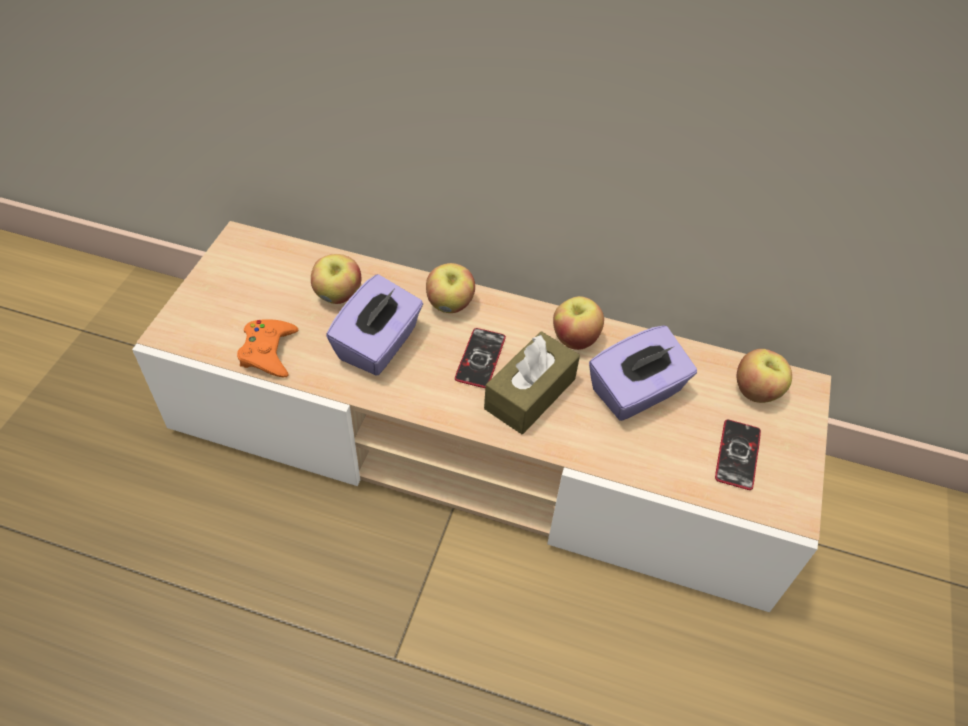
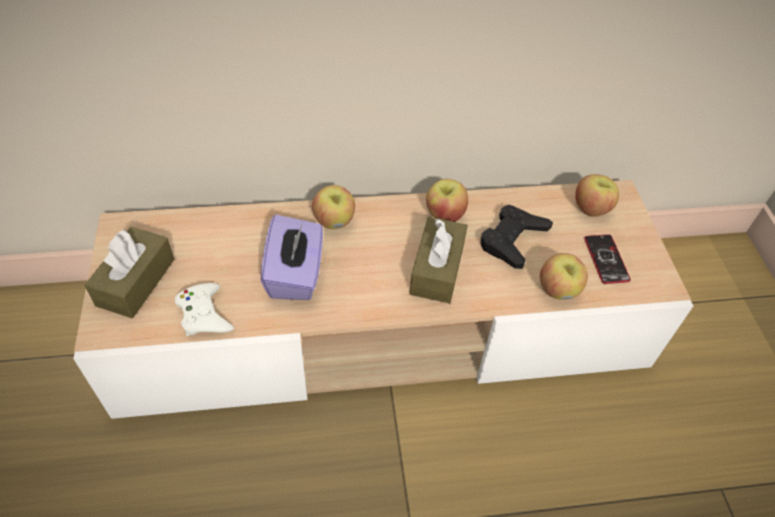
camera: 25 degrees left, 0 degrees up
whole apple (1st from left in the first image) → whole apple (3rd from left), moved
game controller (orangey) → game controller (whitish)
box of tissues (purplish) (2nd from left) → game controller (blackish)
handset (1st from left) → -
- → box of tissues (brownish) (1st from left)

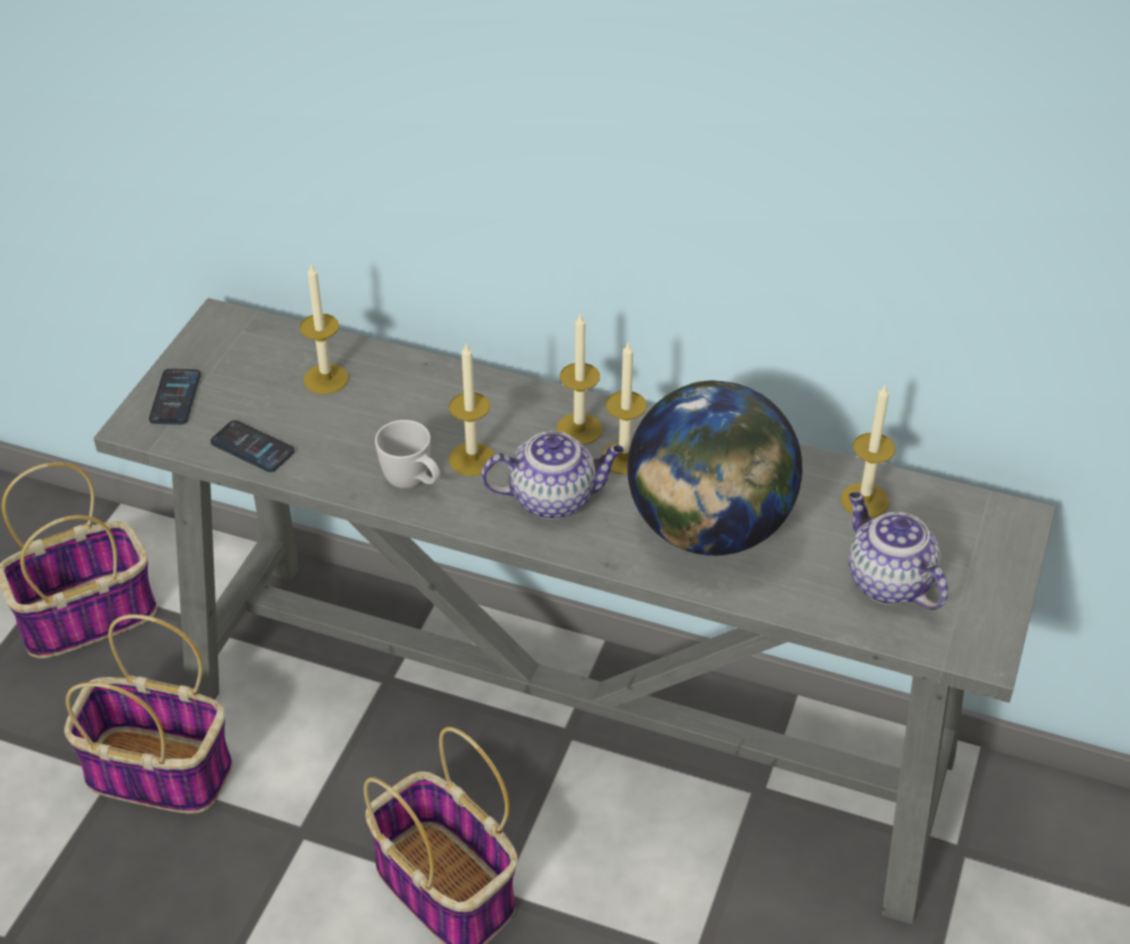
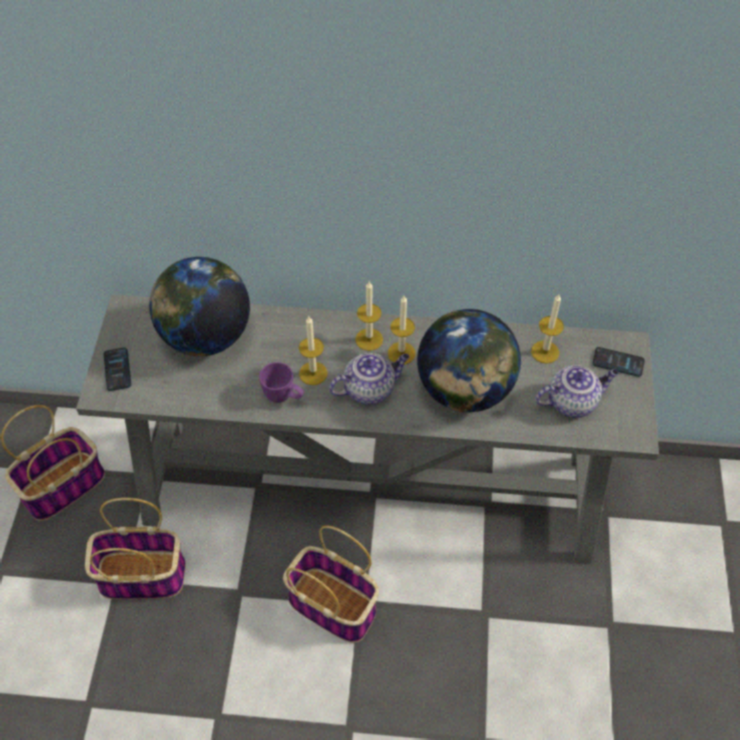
camera: 15 degrees left, 10 degrees up
candle (1st from left) → globe (1st from left)
handset (2nd from left), moved
coffee mug (whitish) → coffee mug (purplish)
teapot (2nd from left), 120 degrees clockwise

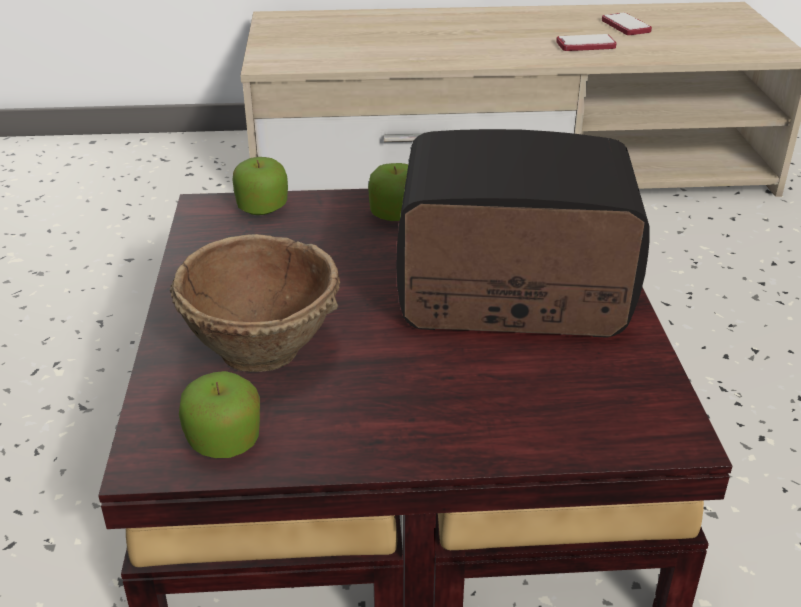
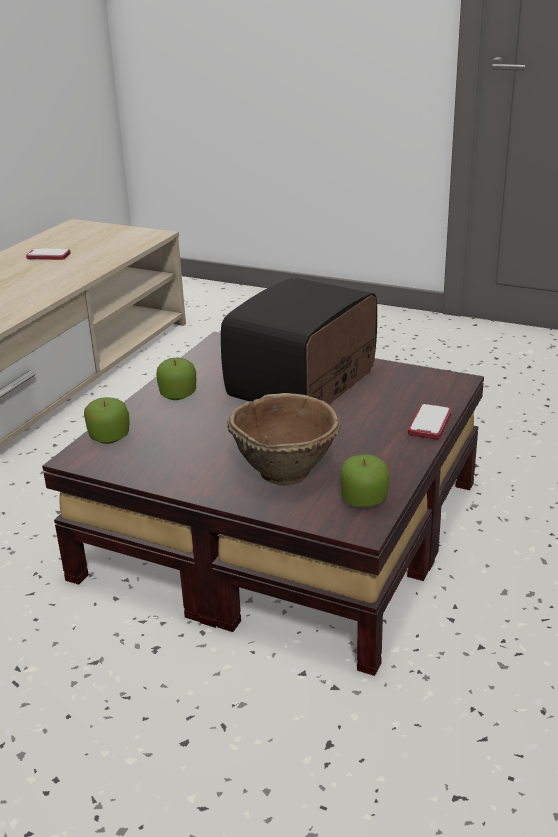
camera: 60 degrees left, 5 degrees down
handset (1st from left in the first image) → handset (2nd from left), moved

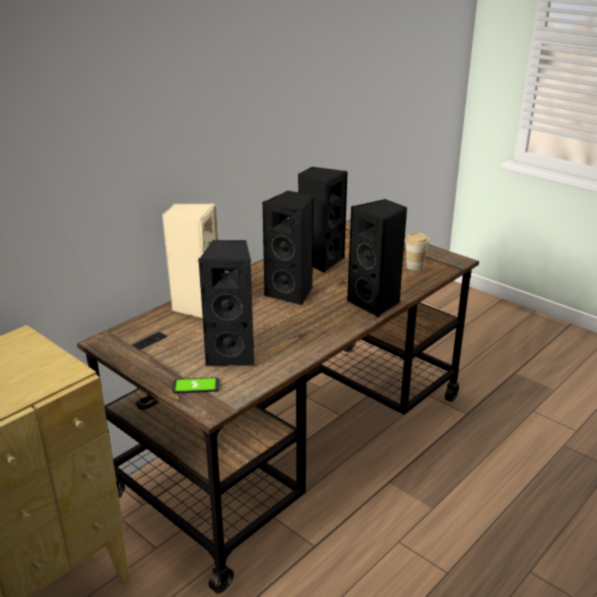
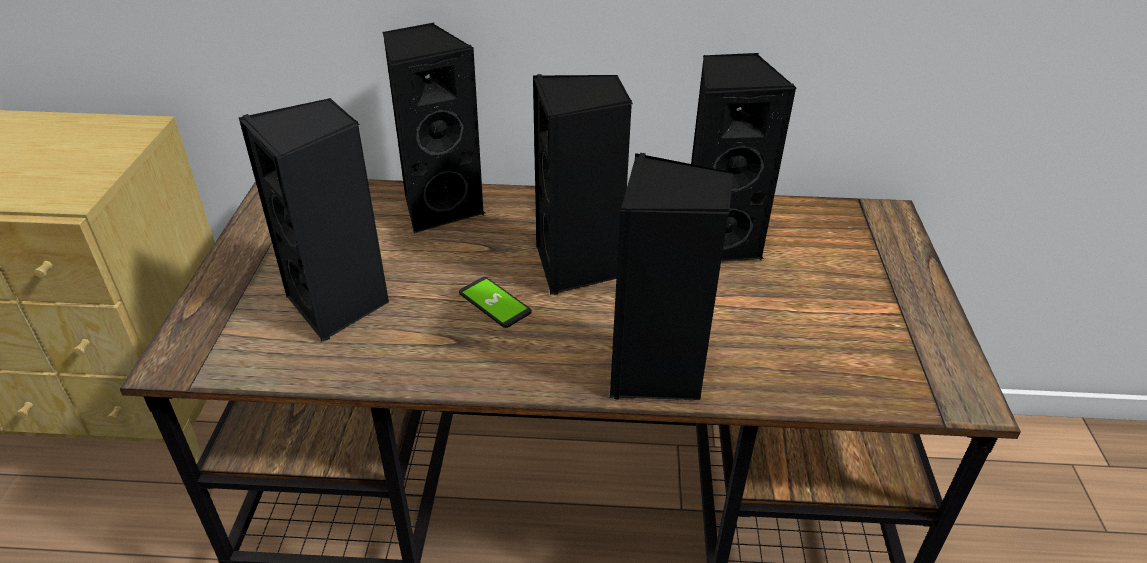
camera: 50 degrees right, 10 degrees up
audio speaker (beige-coloured) → audio speaker (blackish) (2nd from left)
drinking cup → -
handset, moved

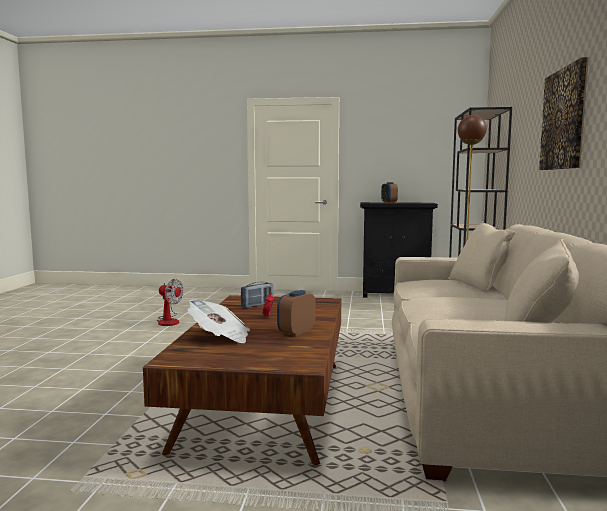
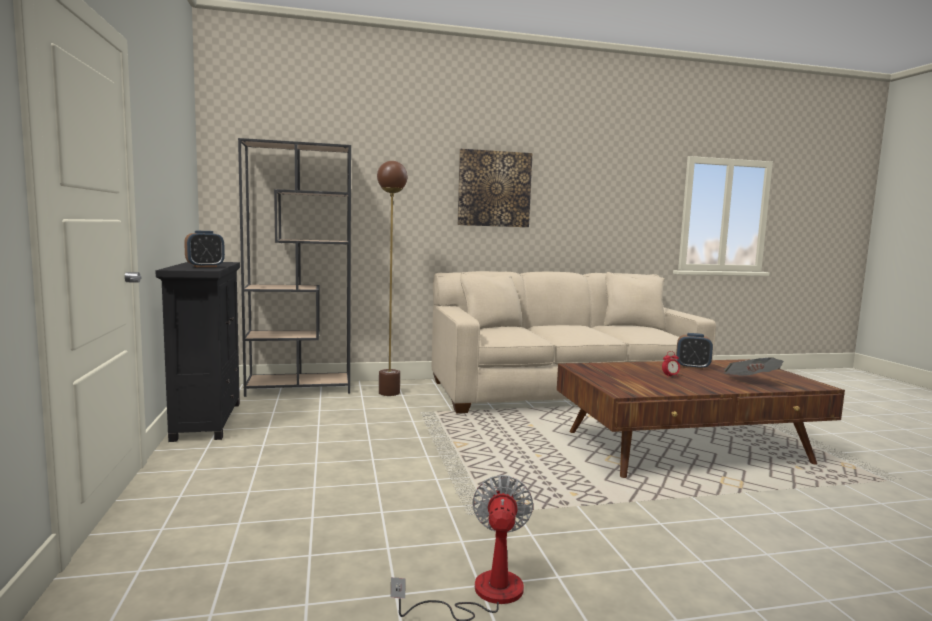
camera: 110 degrees left, 0 degrees up
radio receiver → -

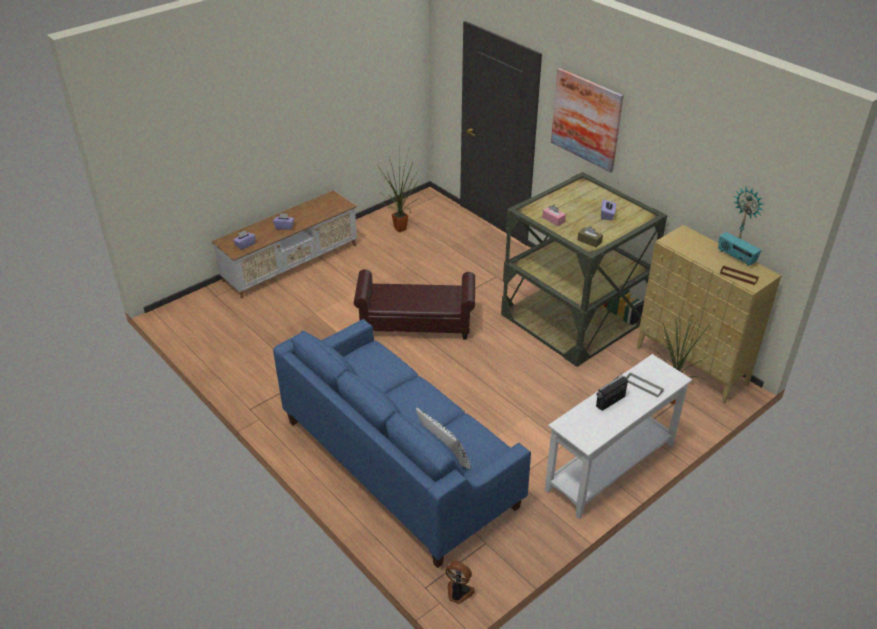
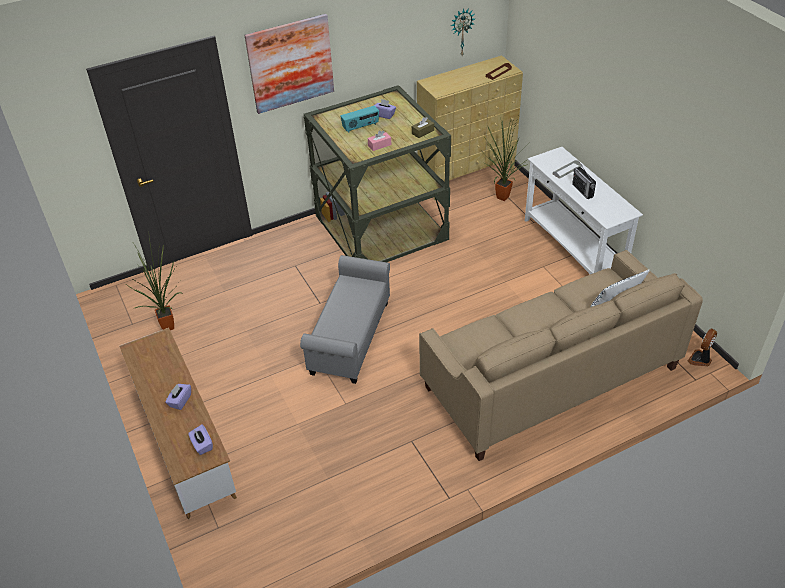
camera: 75 degrees left, 5 degrees up
radio receiver (2nd from left in the first image) → radio receiver (1st from left), moved
pouffe (brownish) → pouffe (grey)
sofa (bluish) → sofa (beige-coloured)

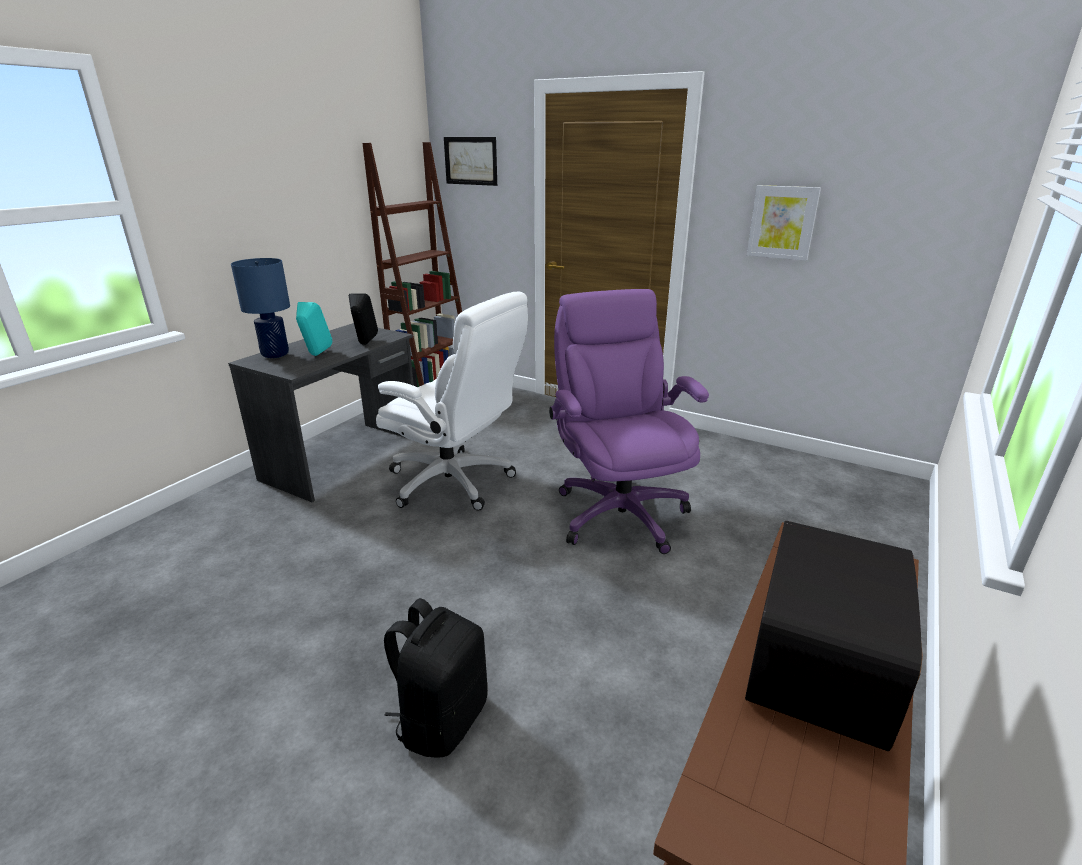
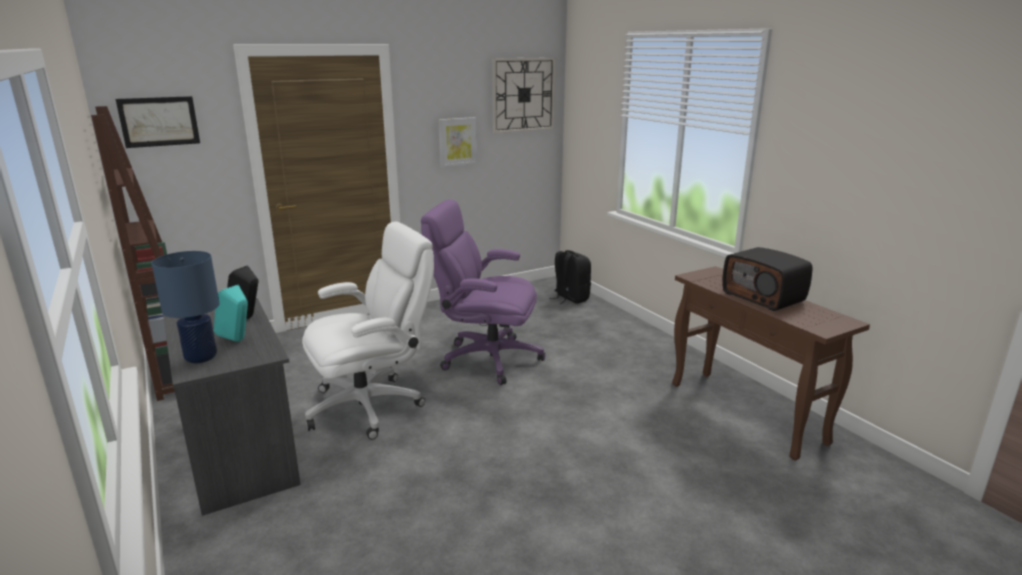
camera: 60 degrees left, 5 degrees down
backpack (blackish), moved
- → hanging clock

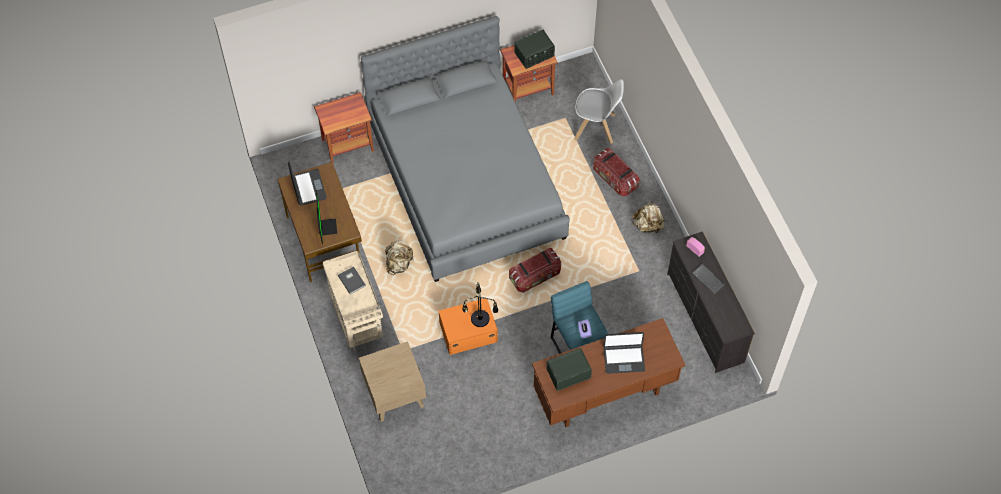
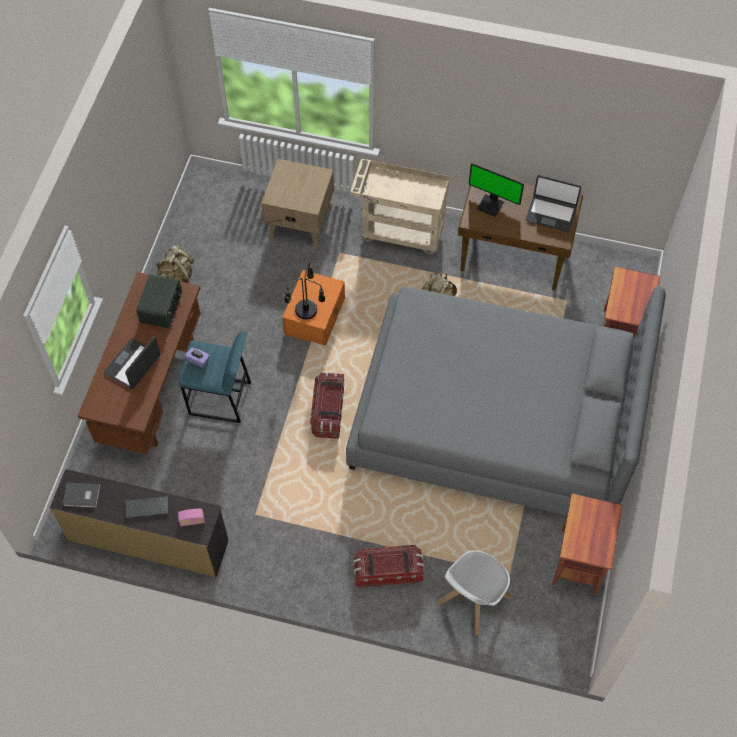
camera: 125 degrees right, 0 degrees up
radio receiver (1st from left) → -
backpack (beige-coloured) (2nd from left in the first image) → backpack (beige-coloured) (1st from left), moved
volume (grey), moved

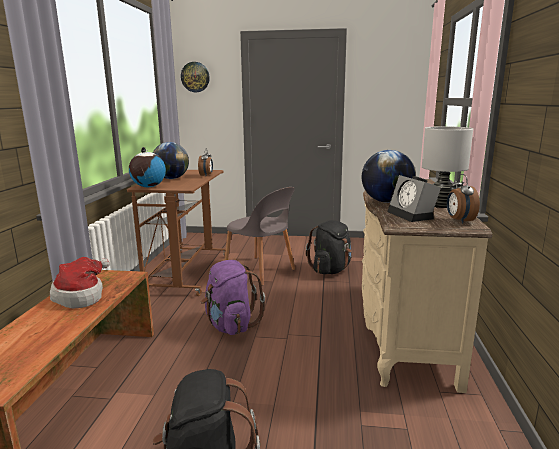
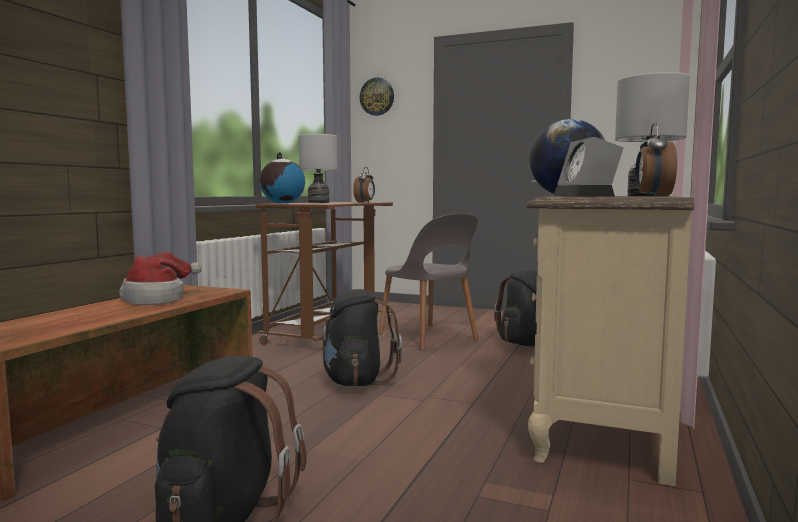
camera: 15 degrees right, 10 degrees down
globe (2nd from left) → lamp for a table (grey) (1st from left)
backpack (purplish) → backpack (blackish) (2nd from left)

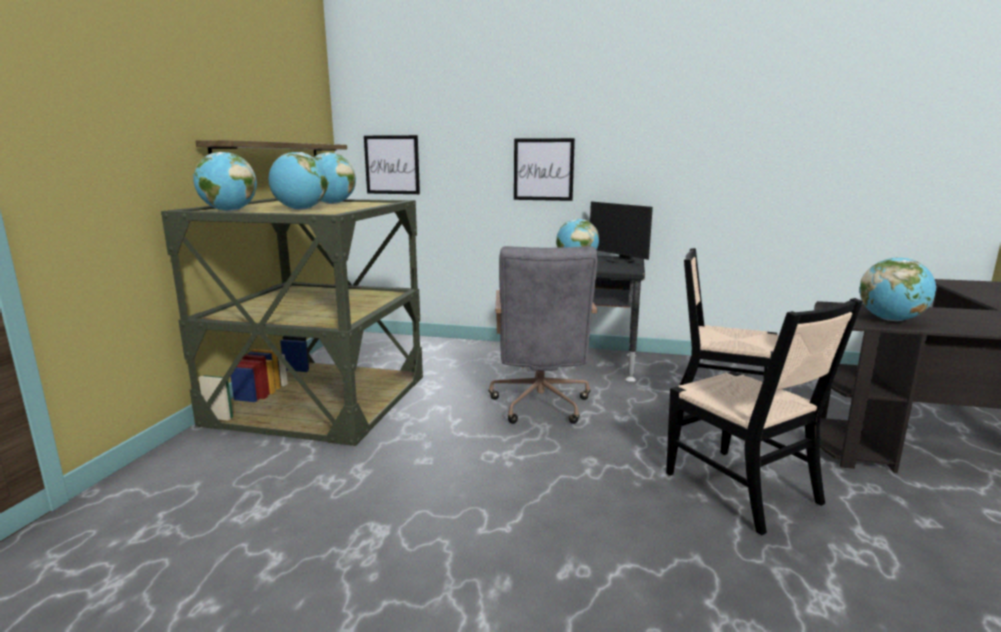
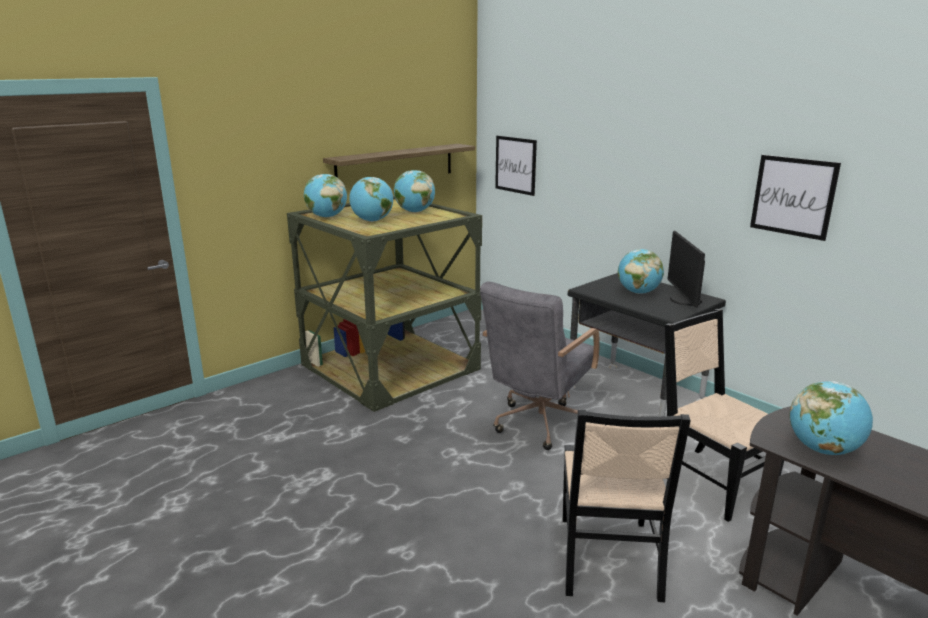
camera: 35 degrees right, 5 degrees up
wall art (2nd from left), moved

